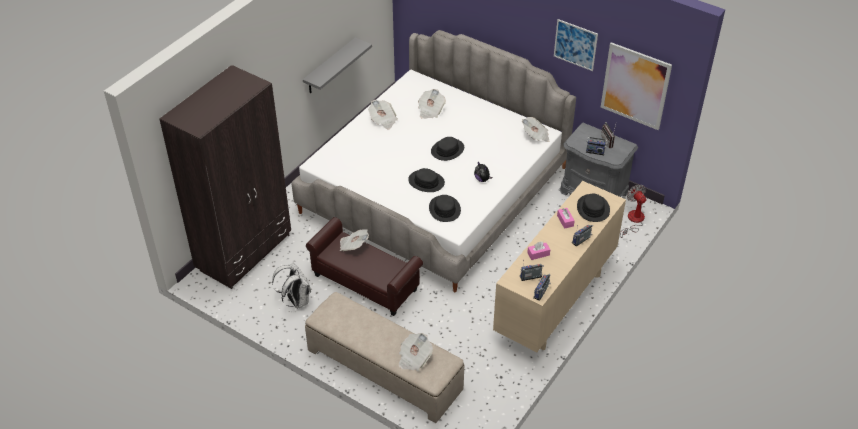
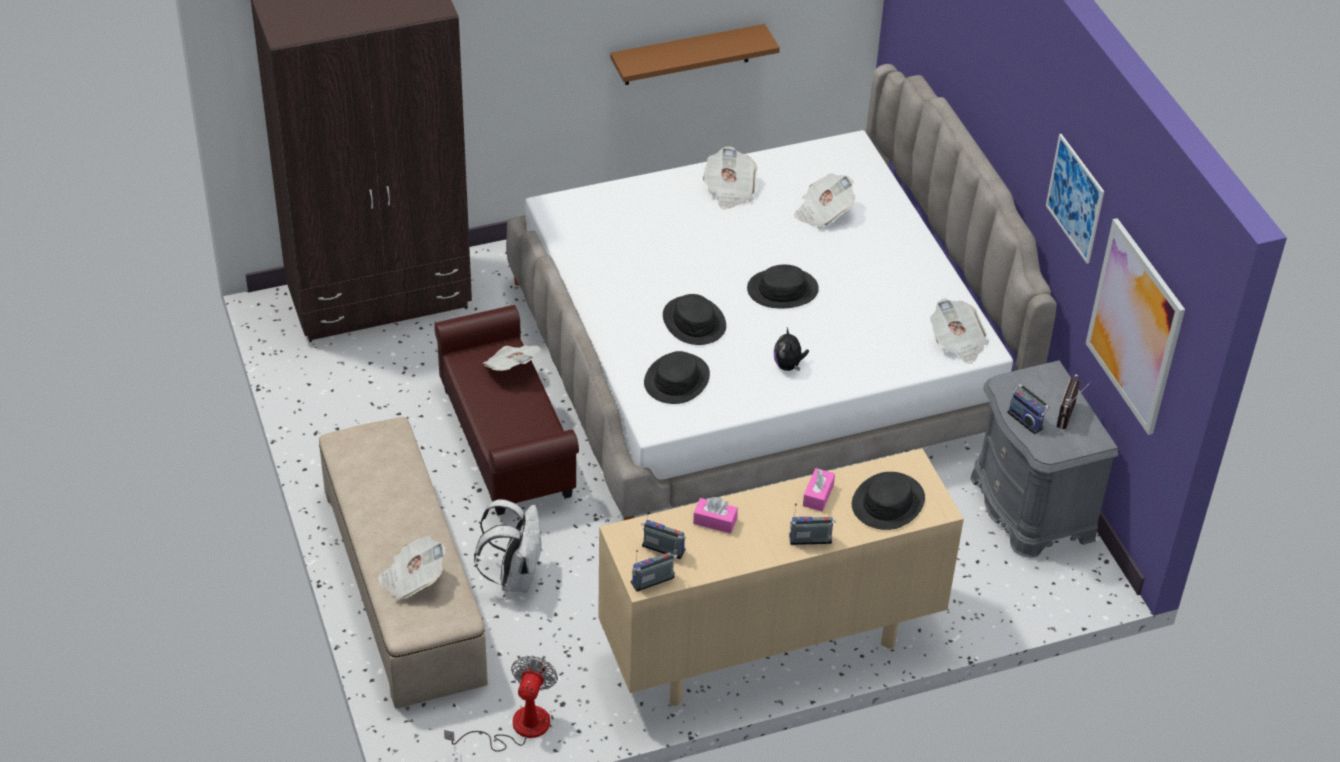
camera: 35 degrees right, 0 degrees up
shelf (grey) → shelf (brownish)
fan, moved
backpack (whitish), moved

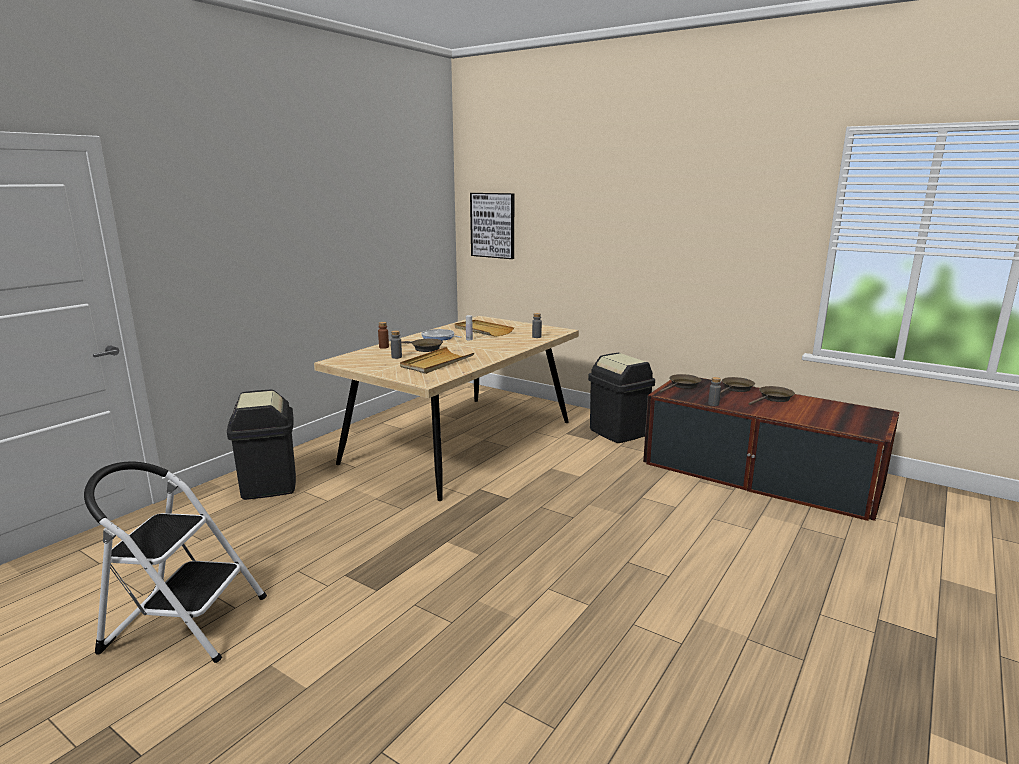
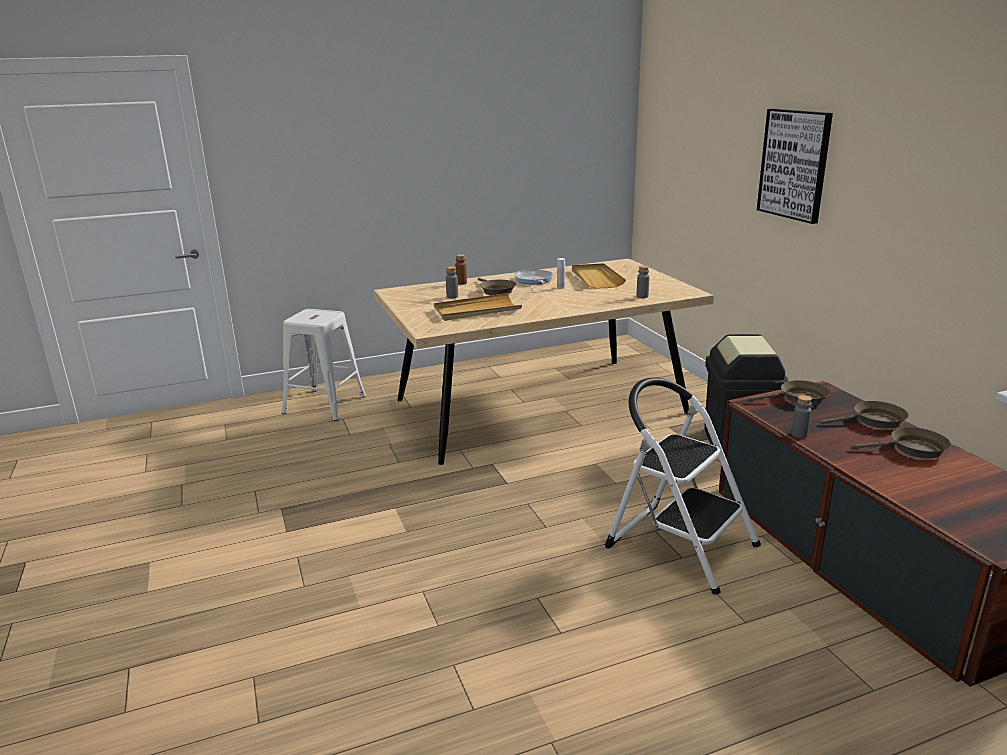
camera: 35 degrees right, 5 degrees up
wall art, moved
trash can (blackish) (1st from left) → stool seat (whitish)
step ladder, moved

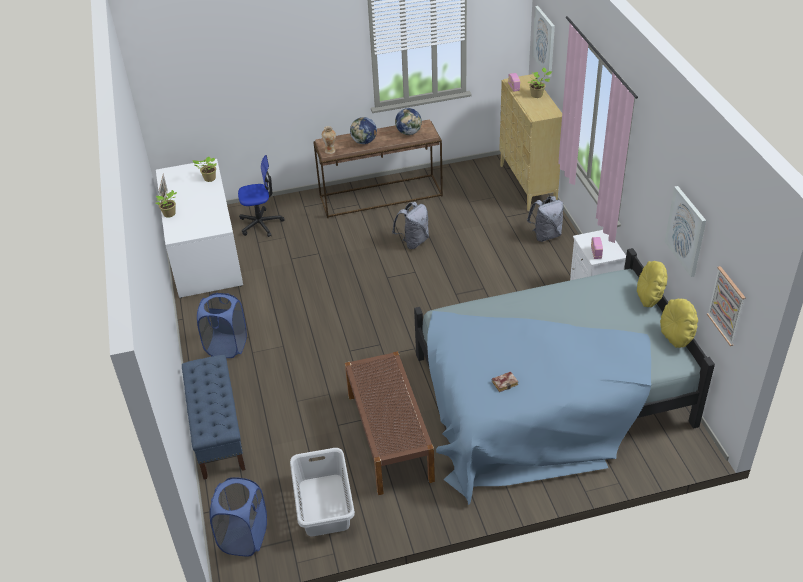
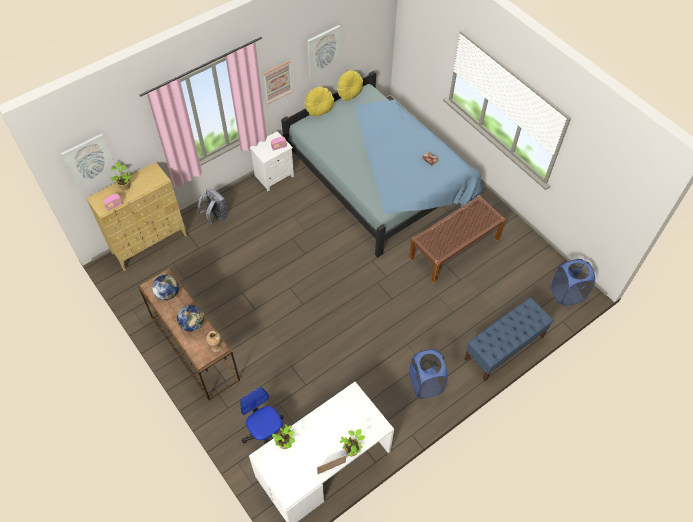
camera: 115 degrees left, 15 degrees up
backpack (grey) (1st from left) → -
wall art (3rd from left in the first image) → wall art (2nd from left), moved
hamper (grey) → -

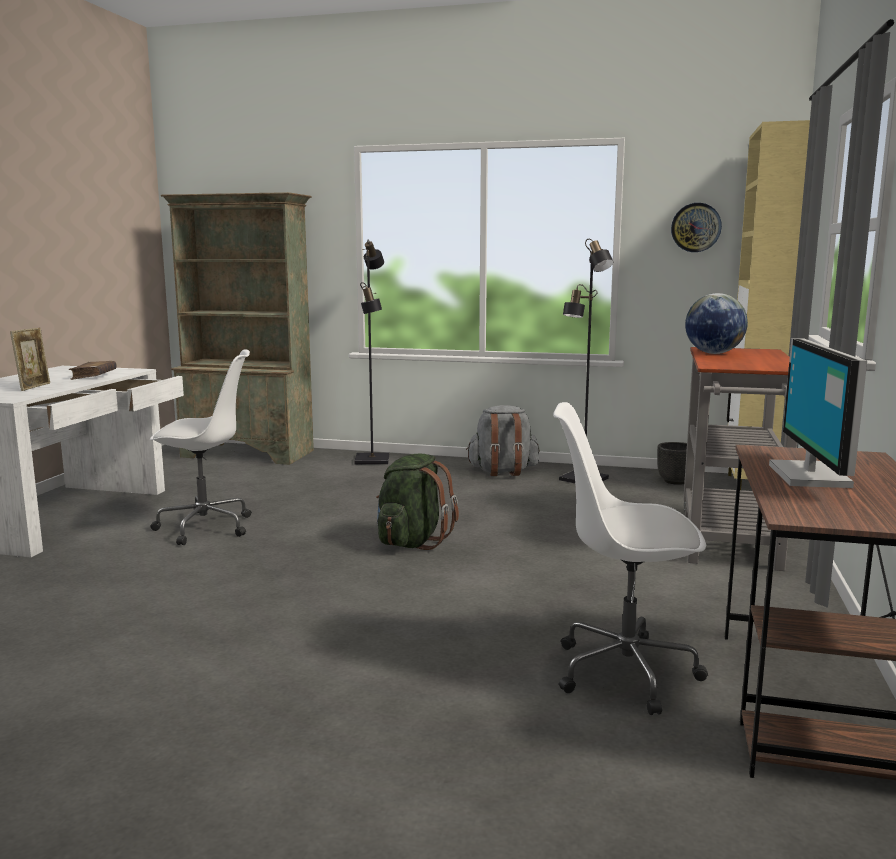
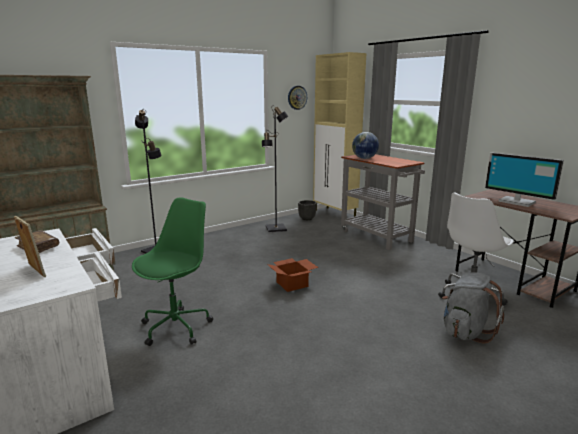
camera: 50 degrees left, 5 degrees up
computer chair (whitish) (1st from left) → computer chair (greenish)
backpack (grey), moved
backpack (greenish) → packing box

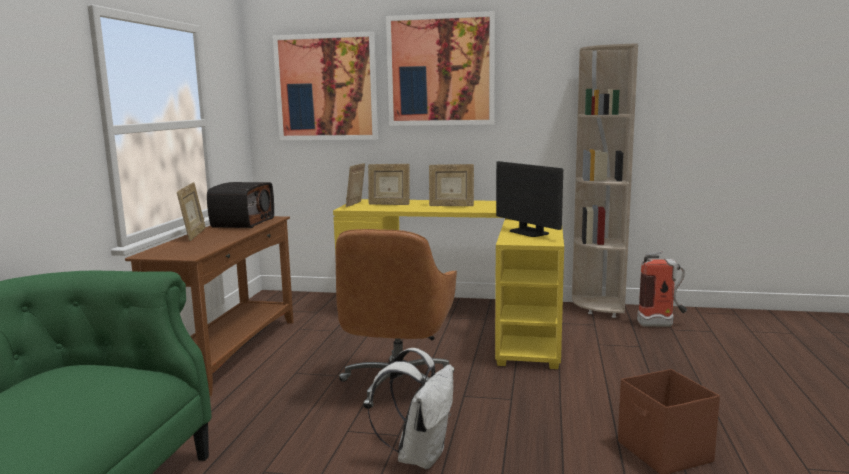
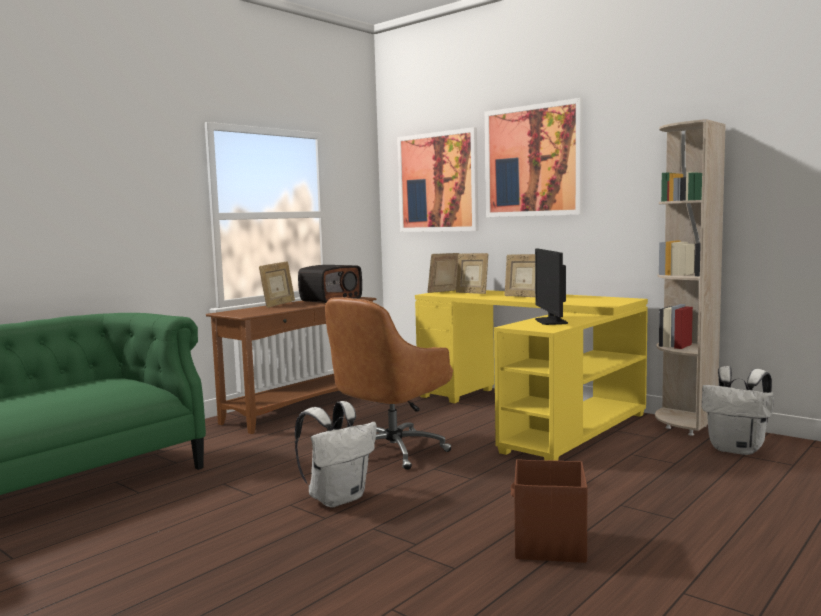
camera: 30 degrees right, 5 degrees down
extinguisher → backpack (whitish) (2nd from left)

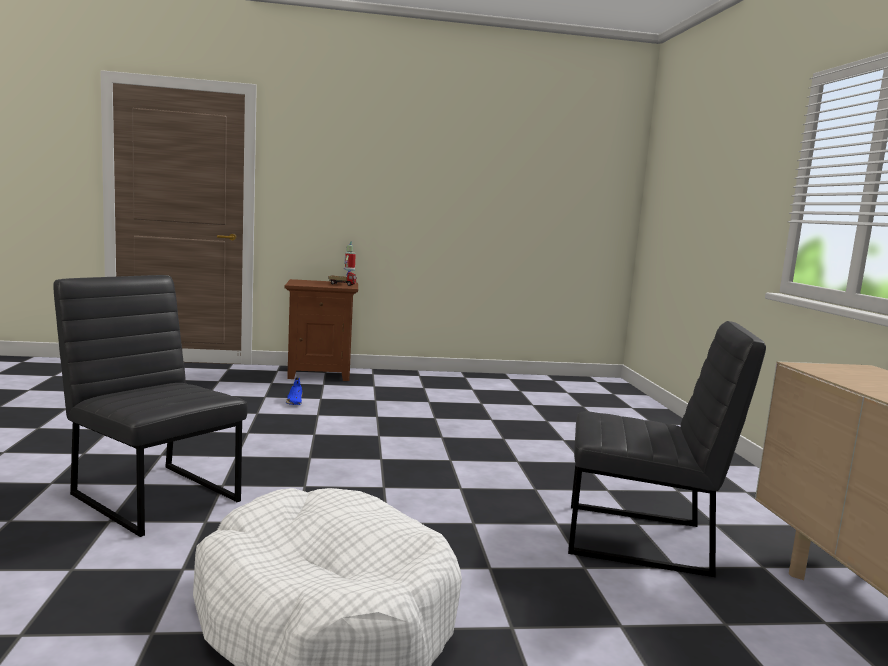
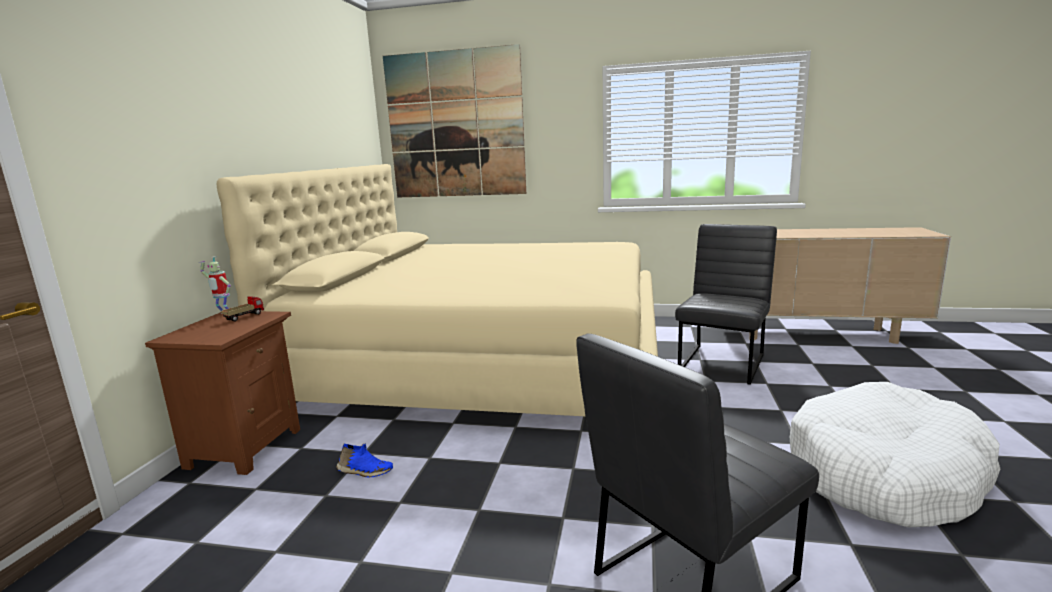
camera: 70 degrees left, 5 degrees up
- → wall art
- → bedroom bed (beige-coloured)

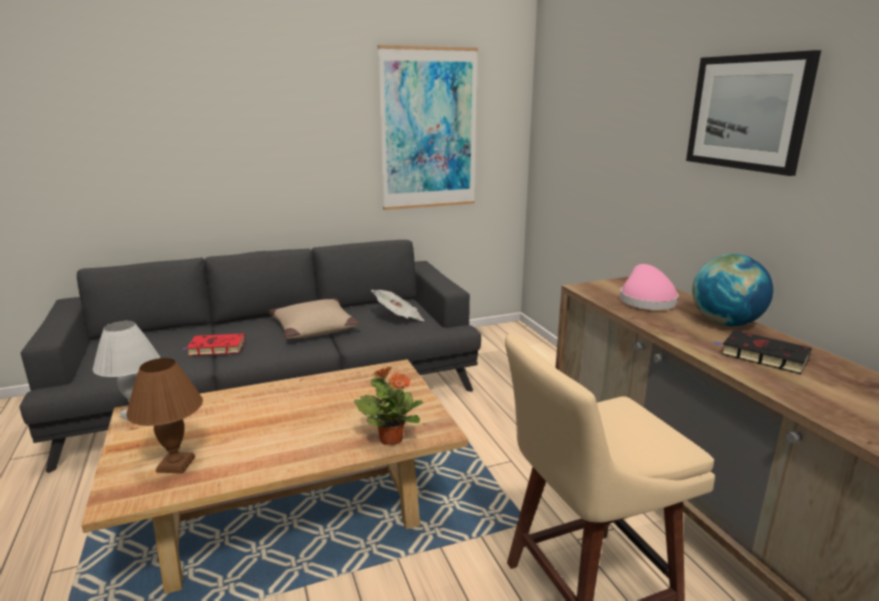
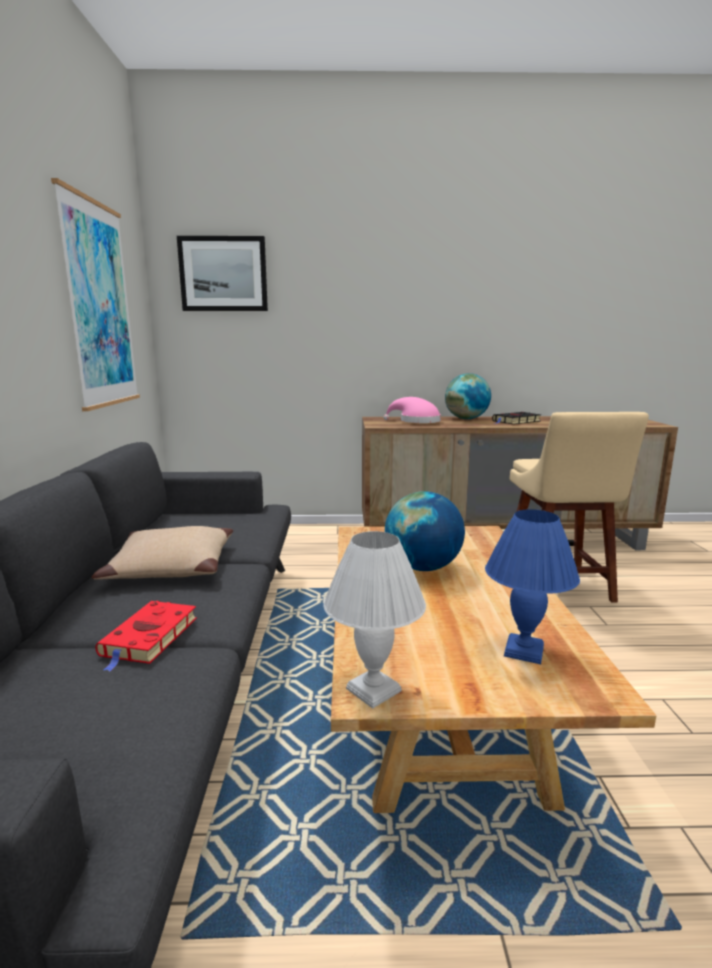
camera: 70 degrees left, 5 degrees down
wall art (2nd from left), moved
printed paper → -
lamp for a table (brownish) → lamp for a table (bluish)
potted plant → -
- → globe (1st from left)

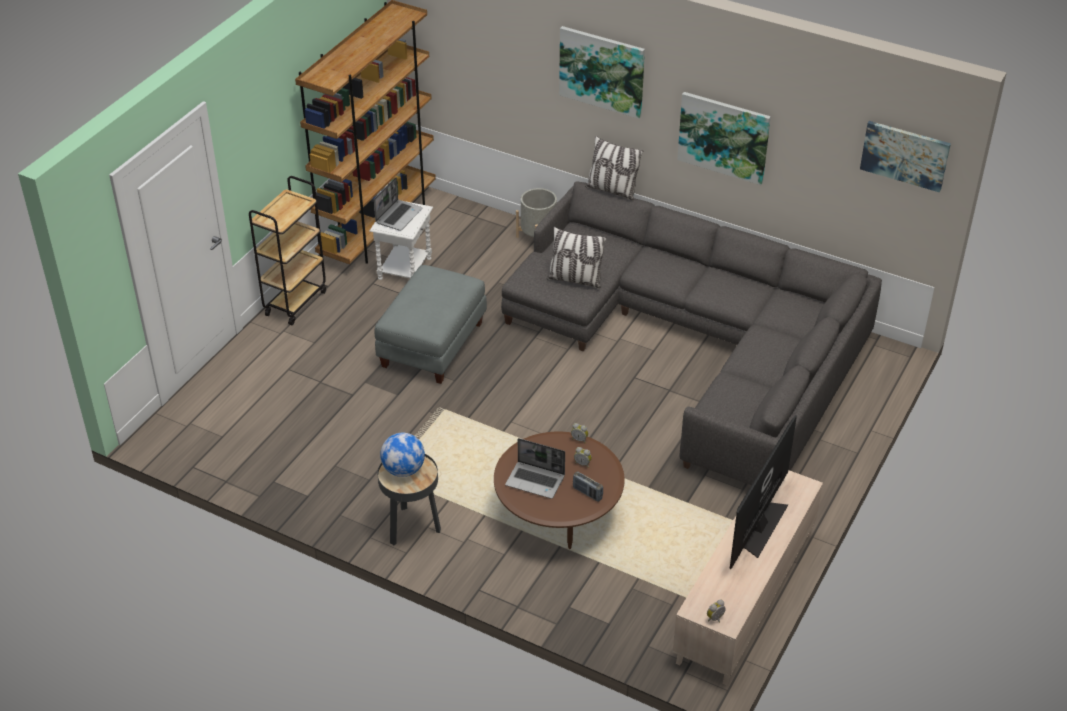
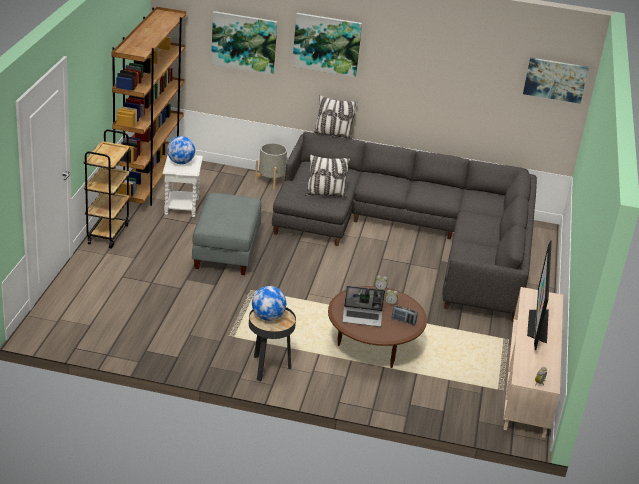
camera: 20 degrees left, 10 degrees down
wall art (2nd from left in the first image) → wall art (1st from left), moved
laptop (1st from left) → globe (1st from left)

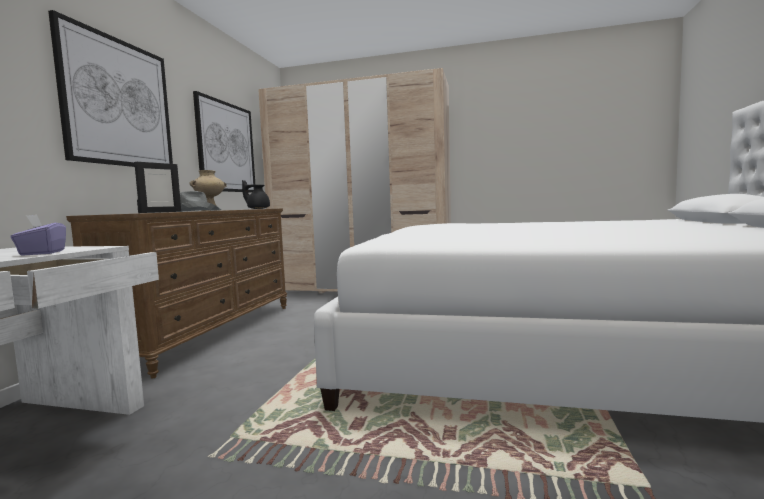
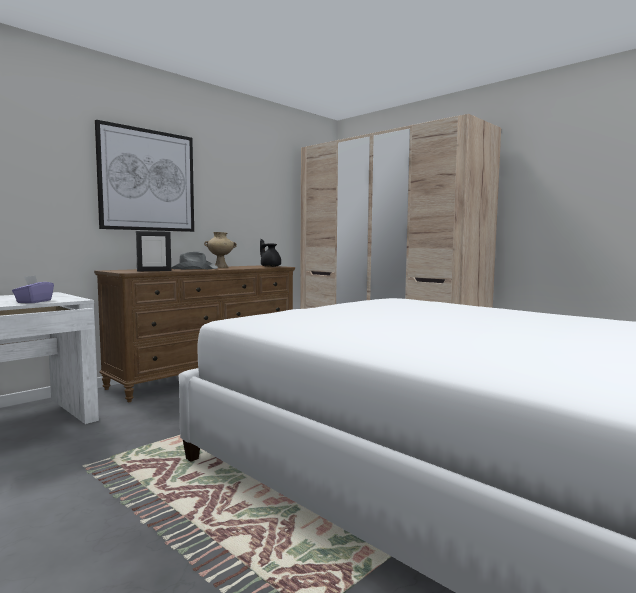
camera: 30 degrees right, 0 degrees up
wall art (2nd from left) → -

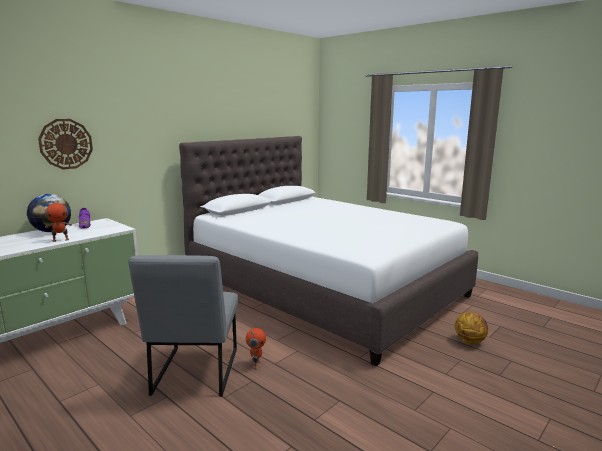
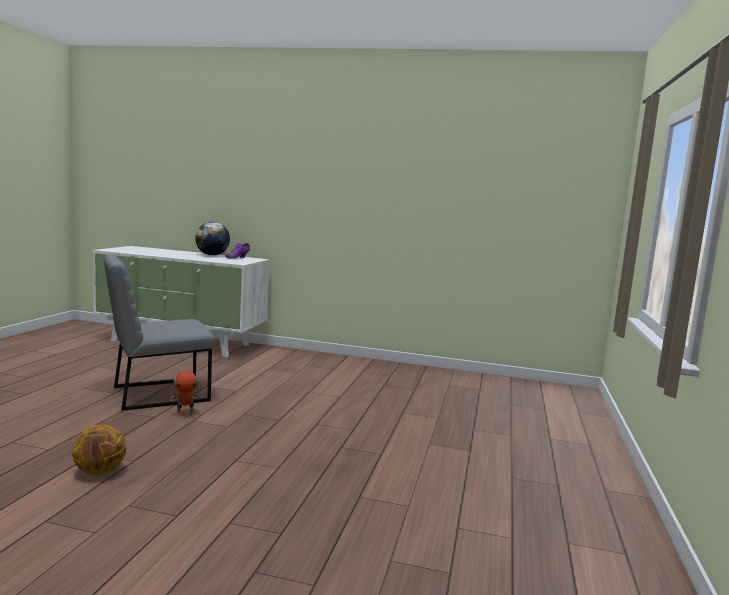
camera: 60 degrees right, 5 degrees down
hanging clock → -
bedroom bed (whitish) → -
model robot (1st from left) → -
basketball, moved

